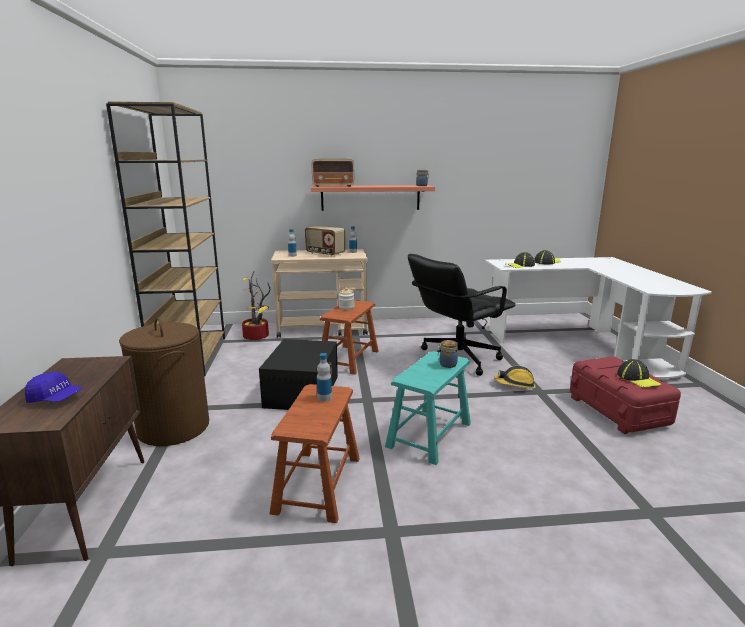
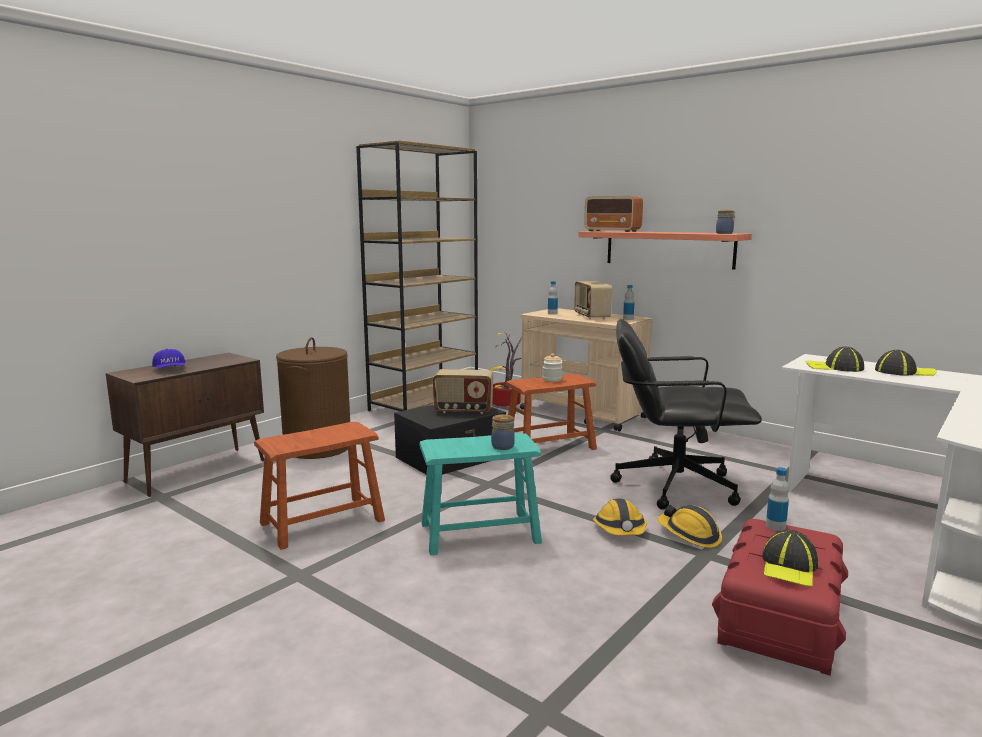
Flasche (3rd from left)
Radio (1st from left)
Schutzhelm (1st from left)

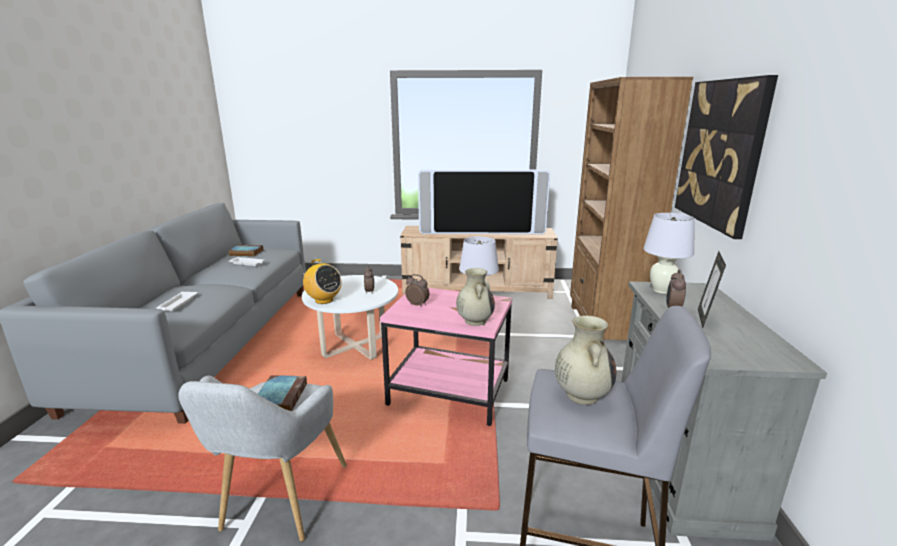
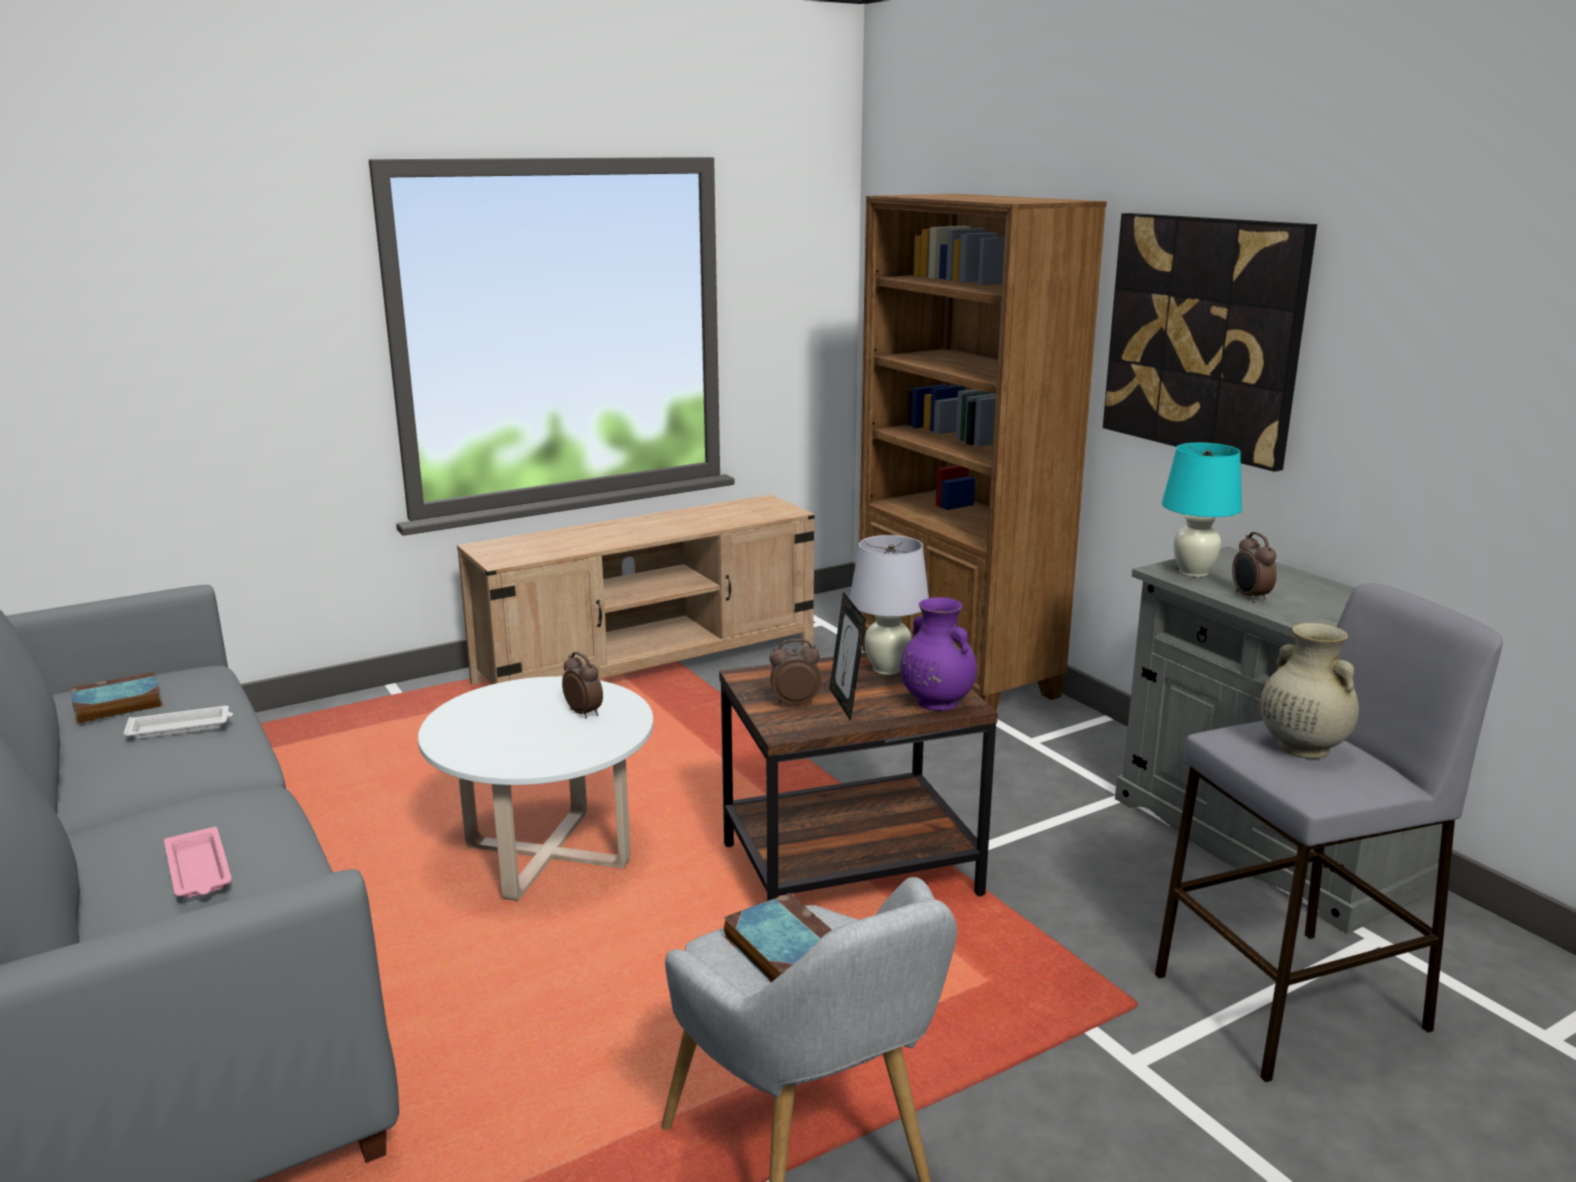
Fernseher
Tischlampe [türkis]
Bilderrahmen
Radio
Vase [lila]
Beistelltisch [braun]
Tablett [rosa]

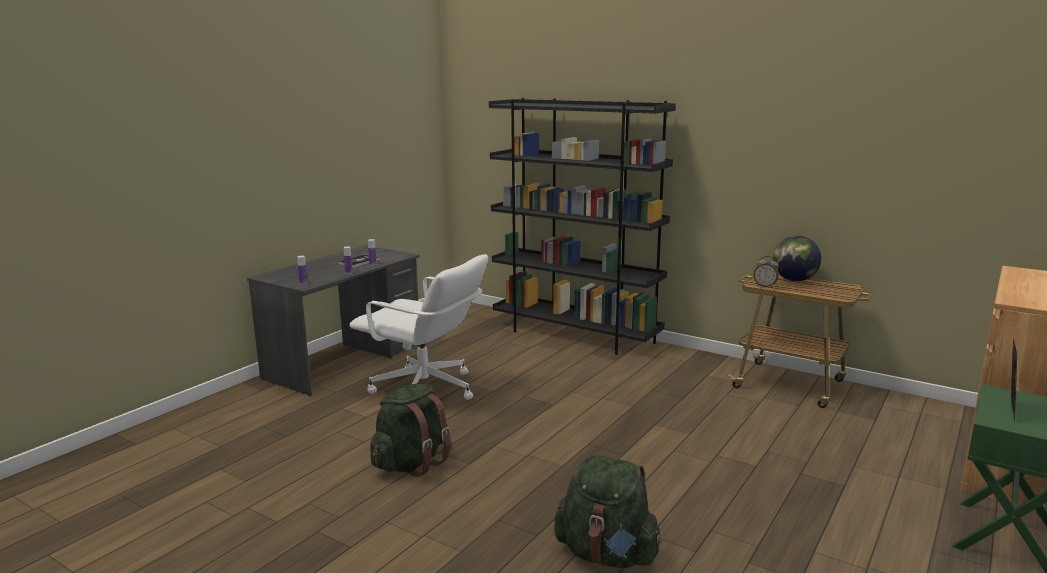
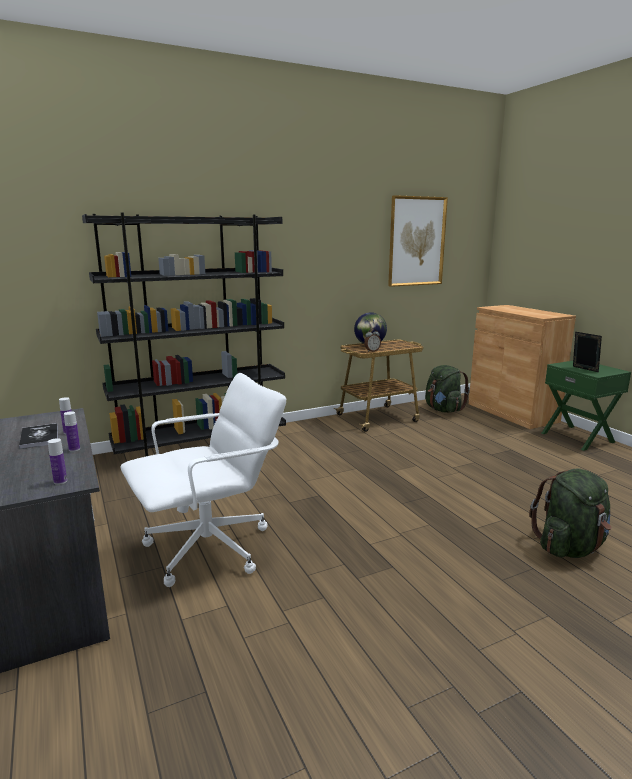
Rucksack [grün] (1st from left)
Bild

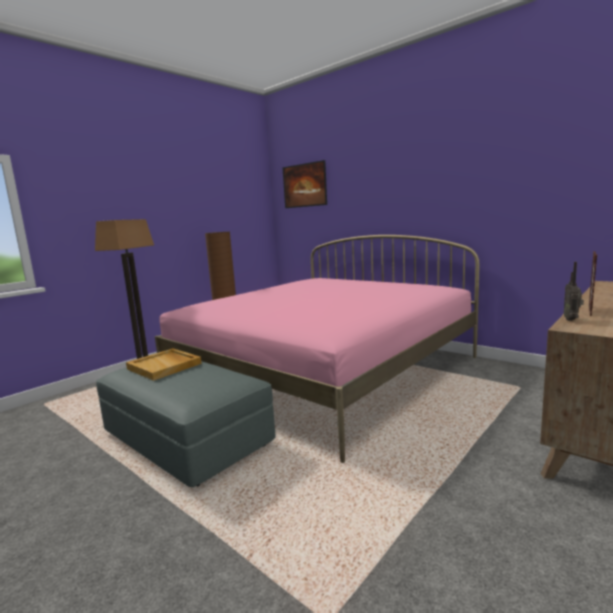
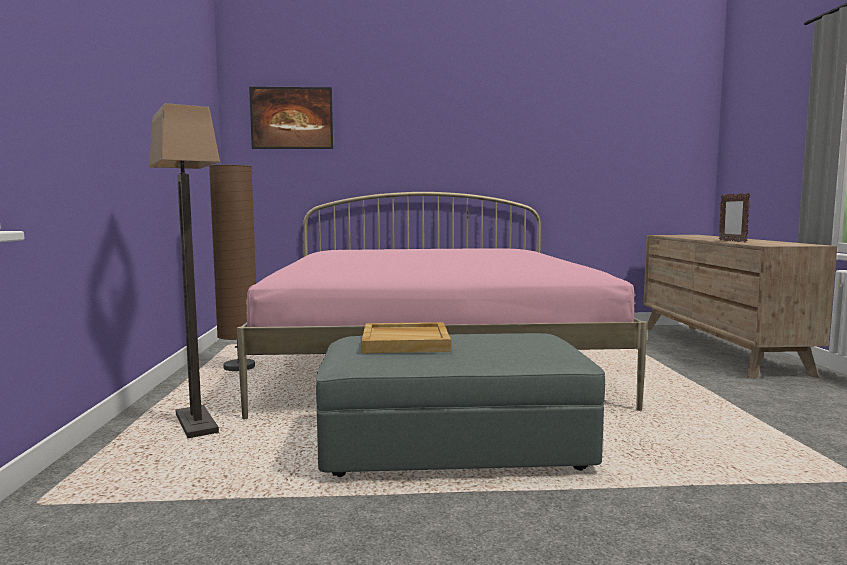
Radio

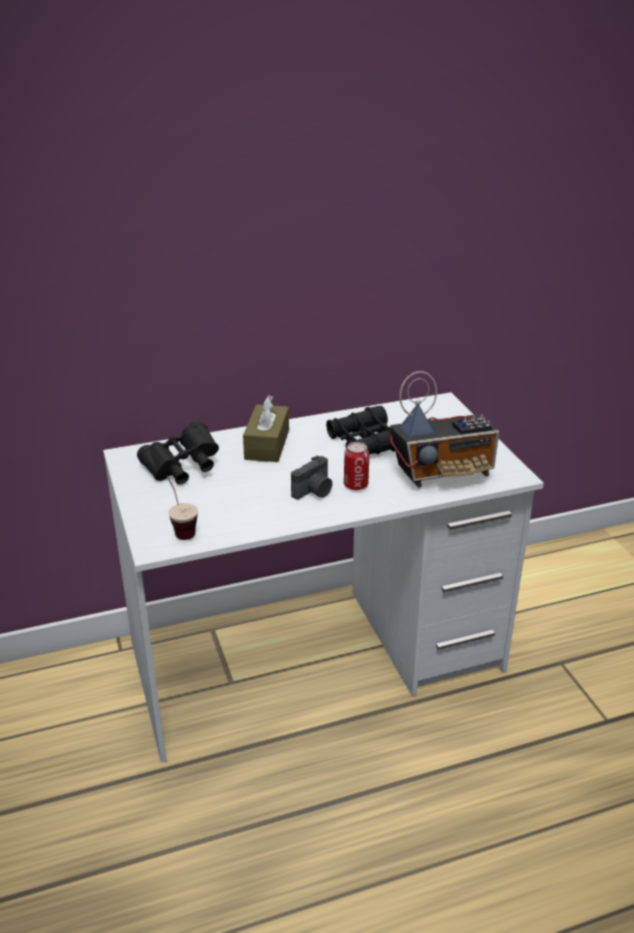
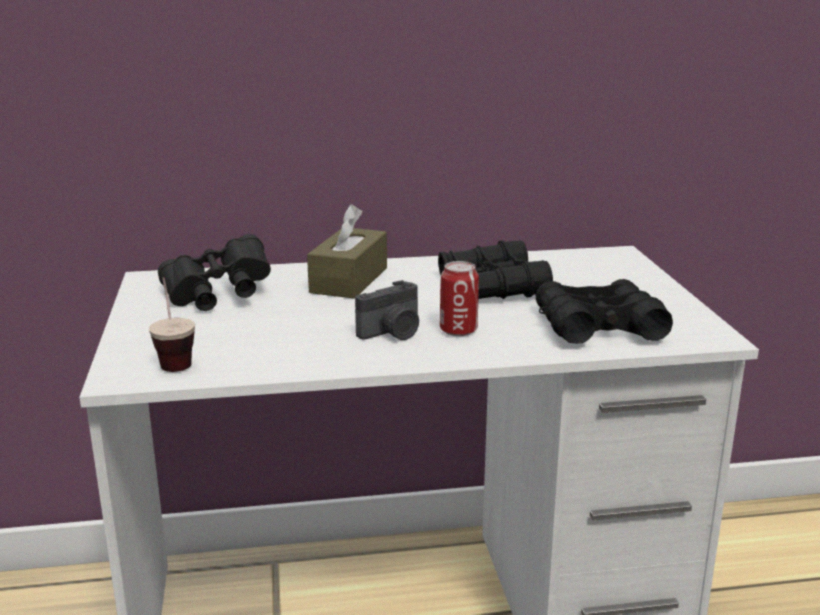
Fernglas [schwarz] (3rd from left)

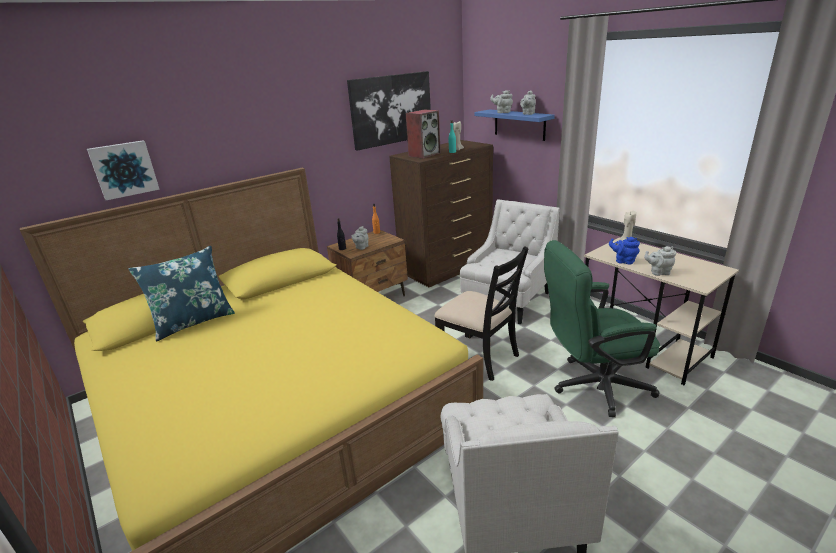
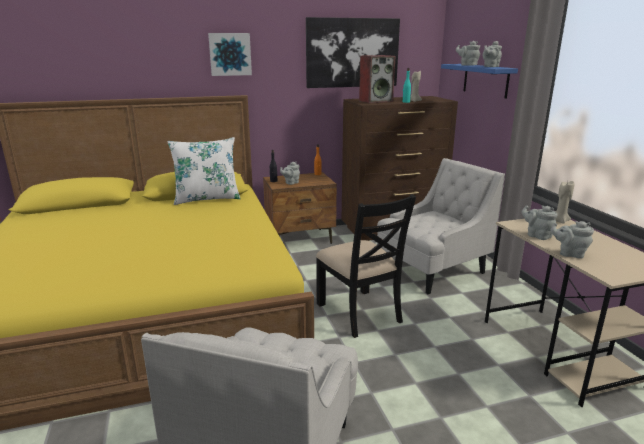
Bild (1st from left)
Teekanne [grau] (4th from left)
Bürostuhl [grün]
Kissen [blau]
Kissen [weiß]

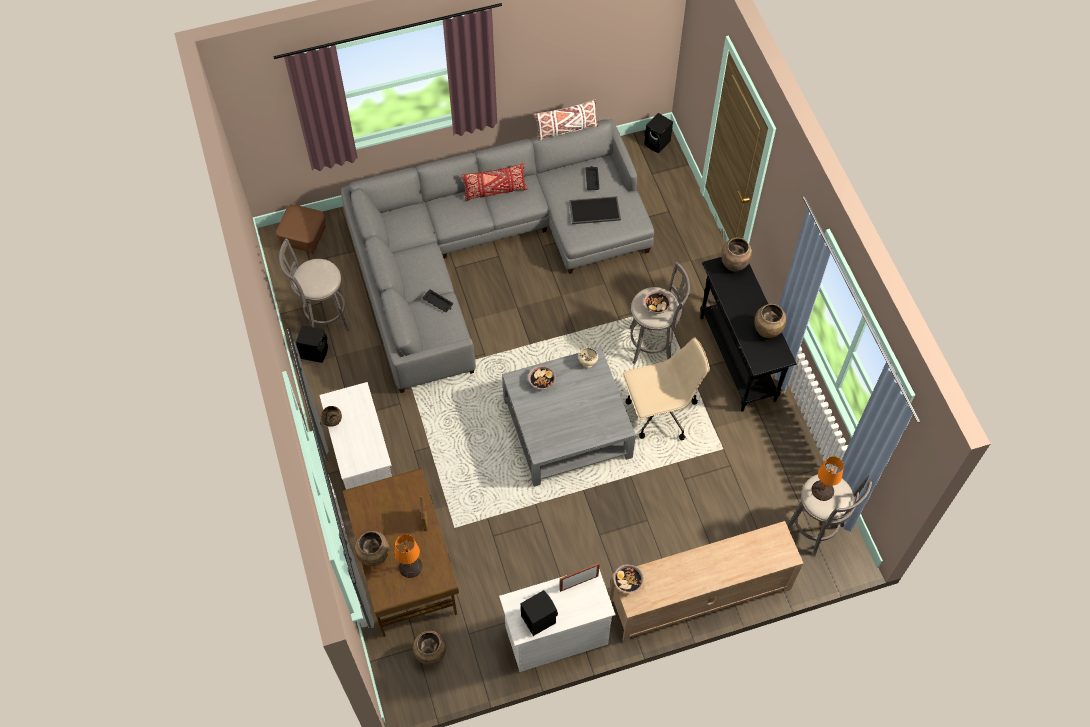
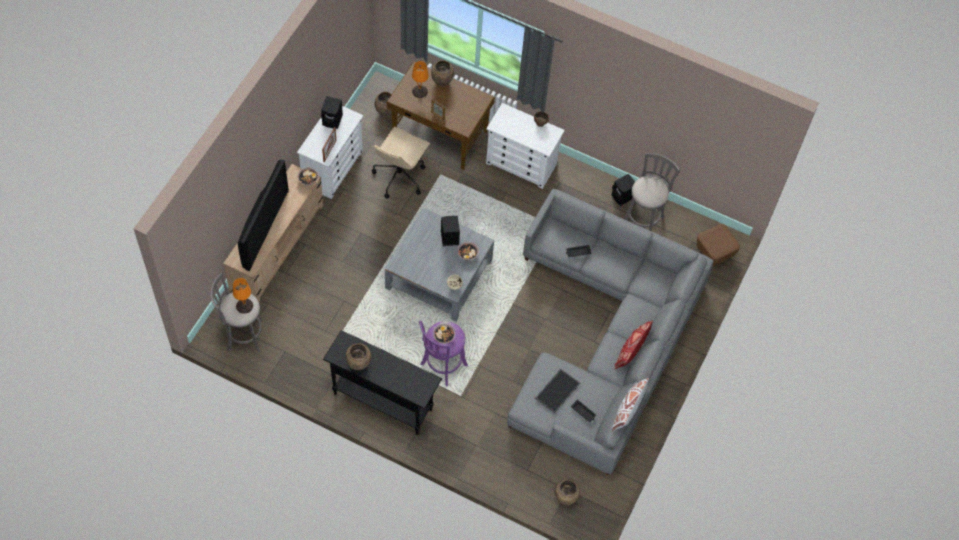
Lautsprecher [schwarz] (2nd from left)
Vase [braun] (4th from left)
Hocker [lila]
Bürostuhl [beige]
Fernseher

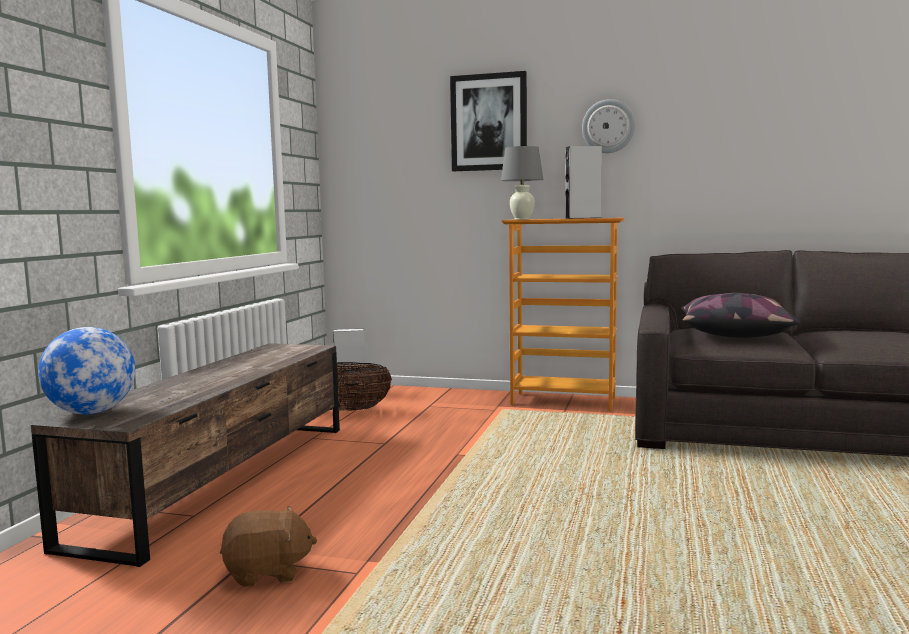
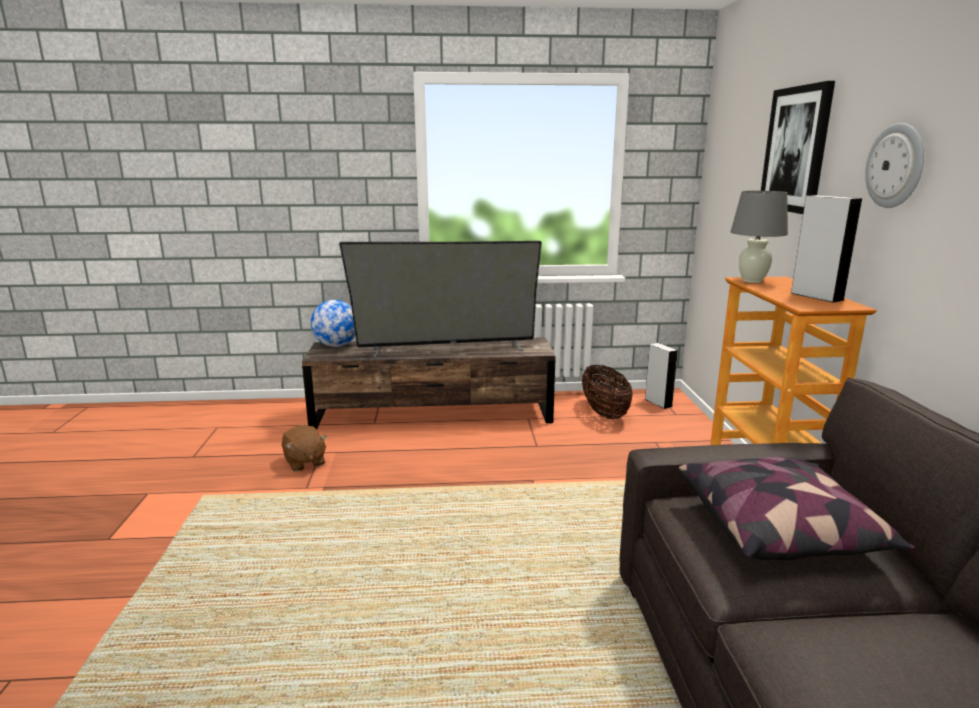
Fernseher

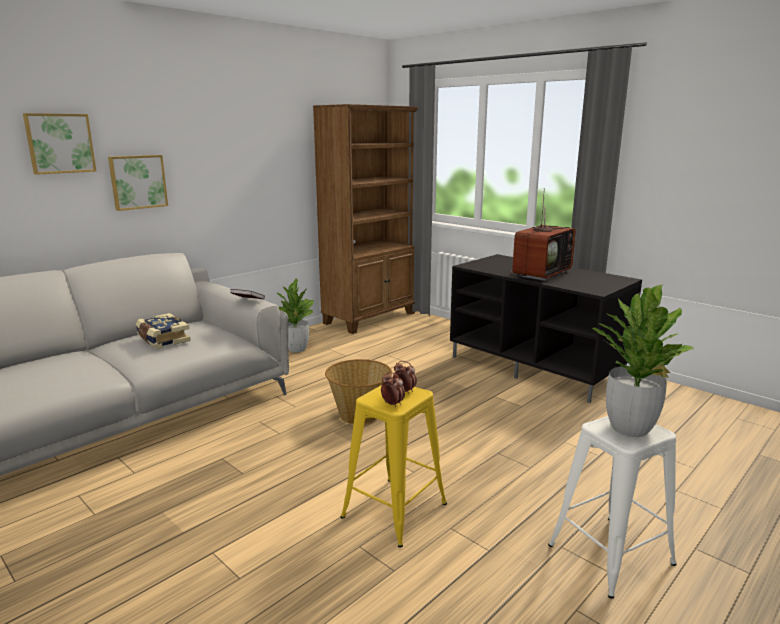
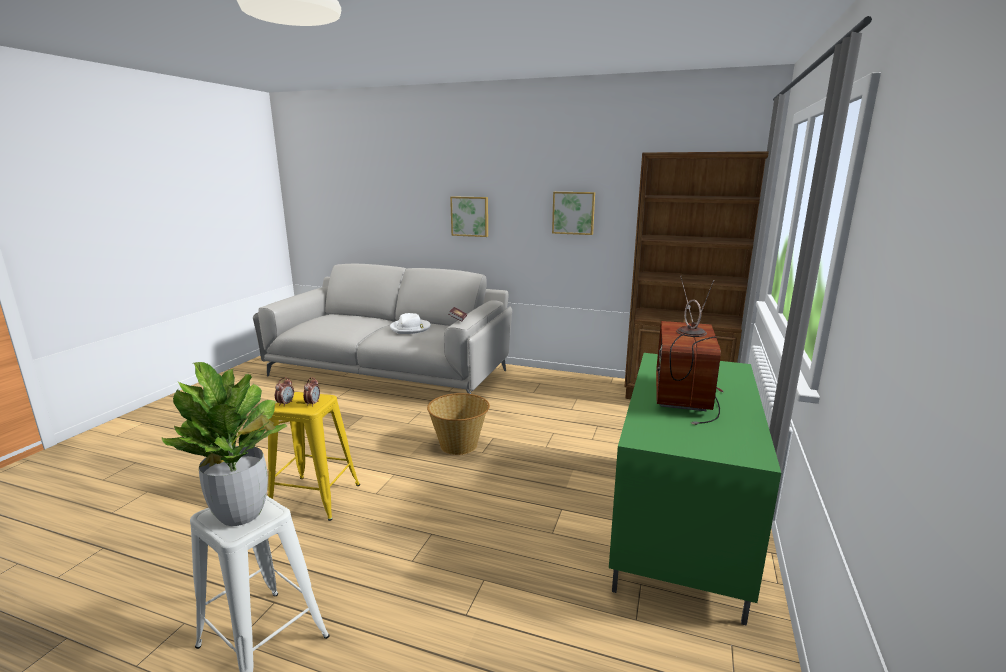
Bild (2nd from left)
Fernseher
Fernsehschrank [grün]
Topfpflanze (1st from left in the first image)
Hut [weiß]

